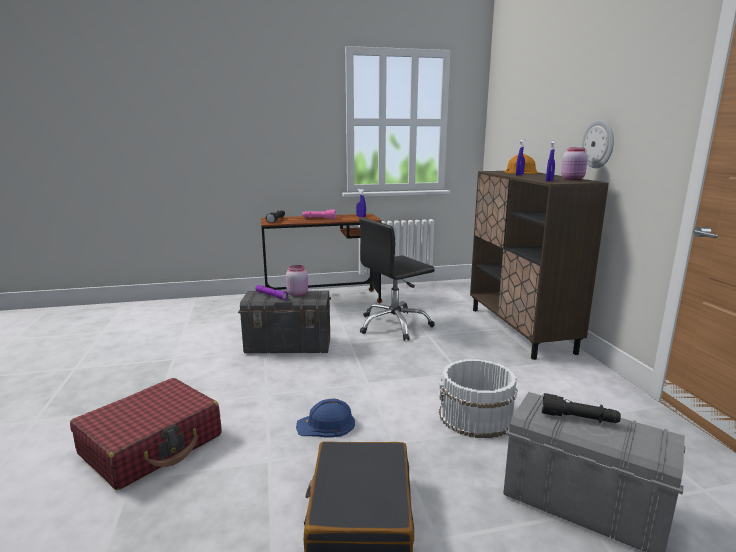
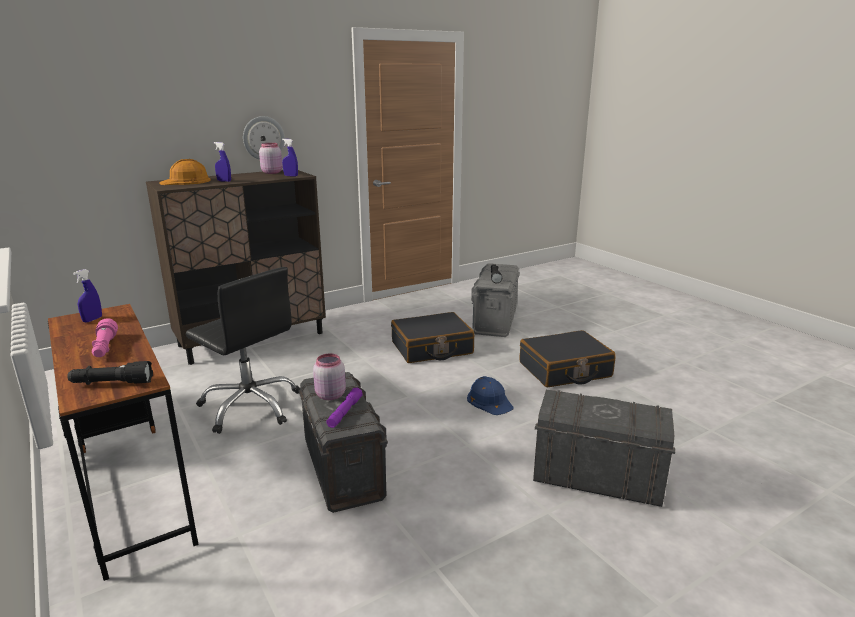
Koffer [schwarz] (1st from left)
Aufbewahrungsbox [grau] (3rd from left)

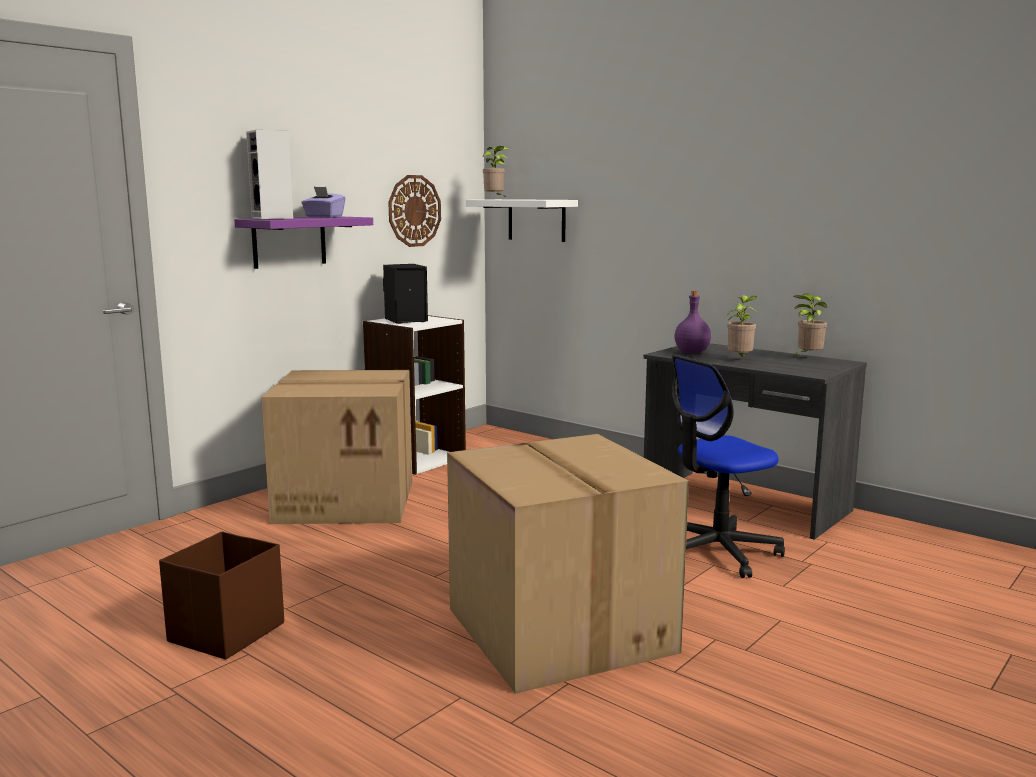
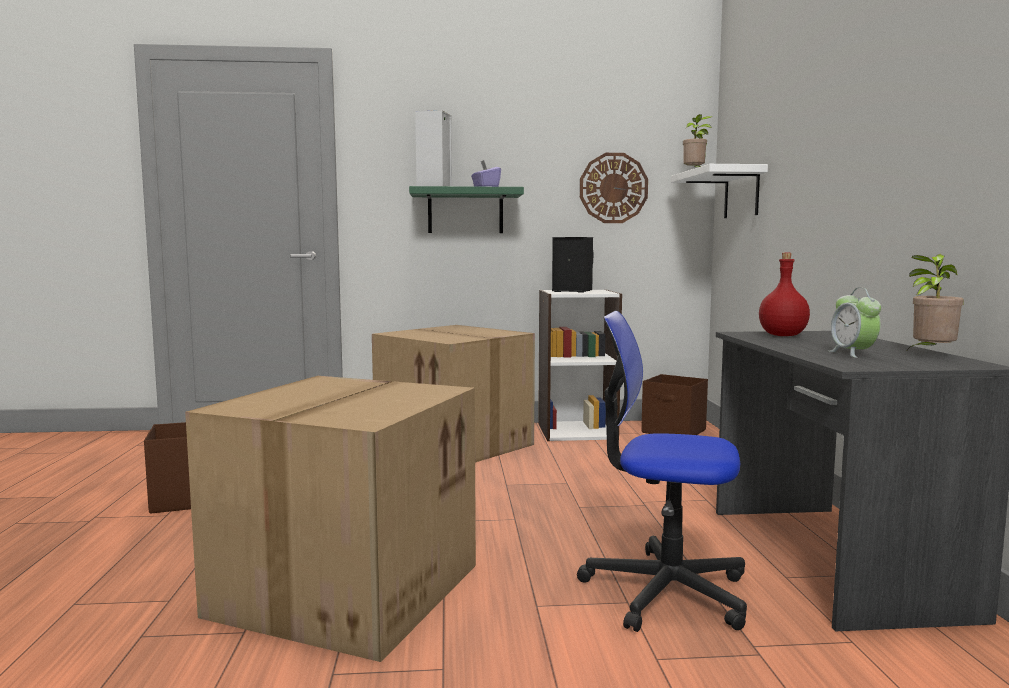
Wandregal [grün]
Flasche [rot]
Topfpflanze (2nd from left in the first image)
Wecker
Aufbewahrungsbox [braun] (2nd from left)

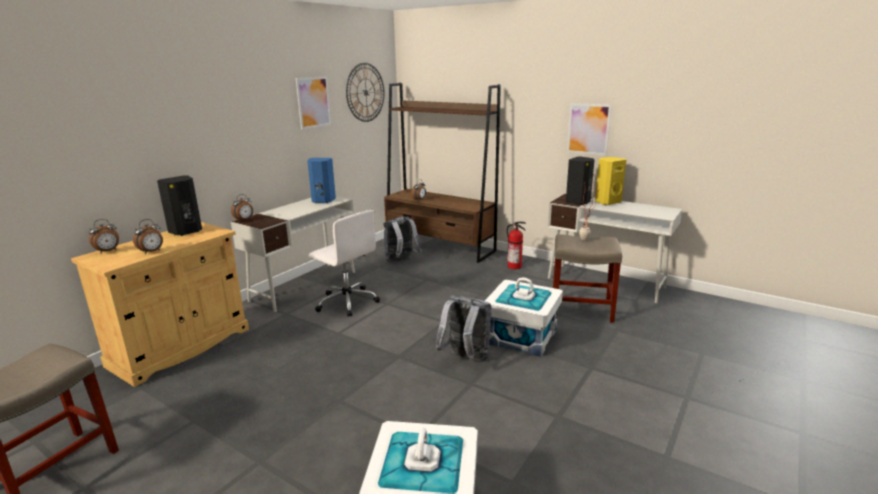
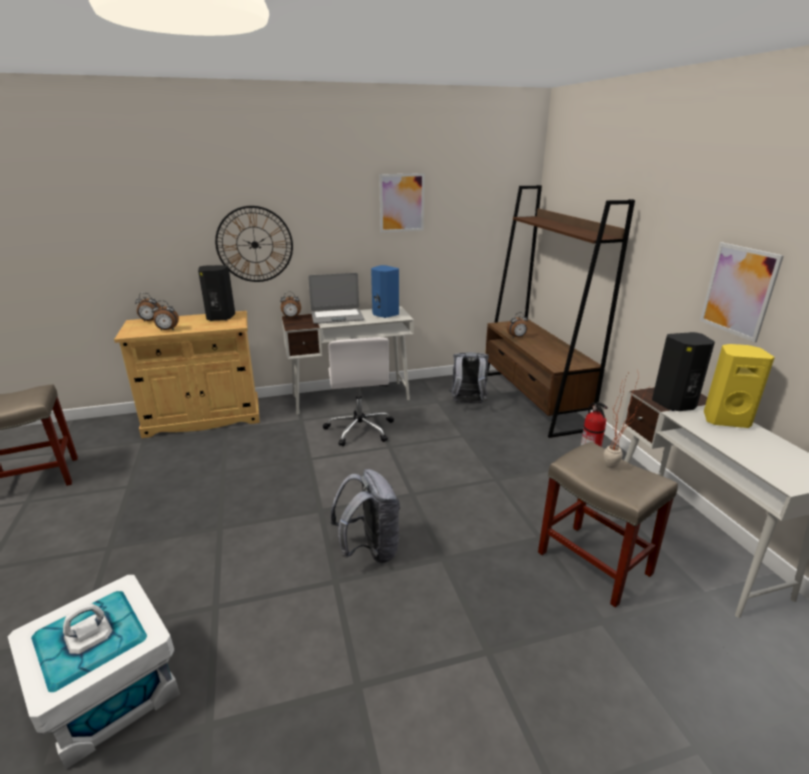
Wanduhr
Aufbewahrungsbox [weiß] (2nd from left in the first image)
Laptop

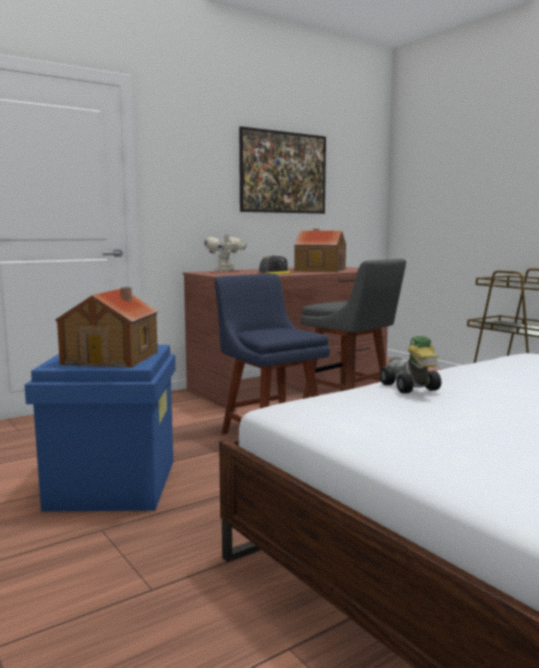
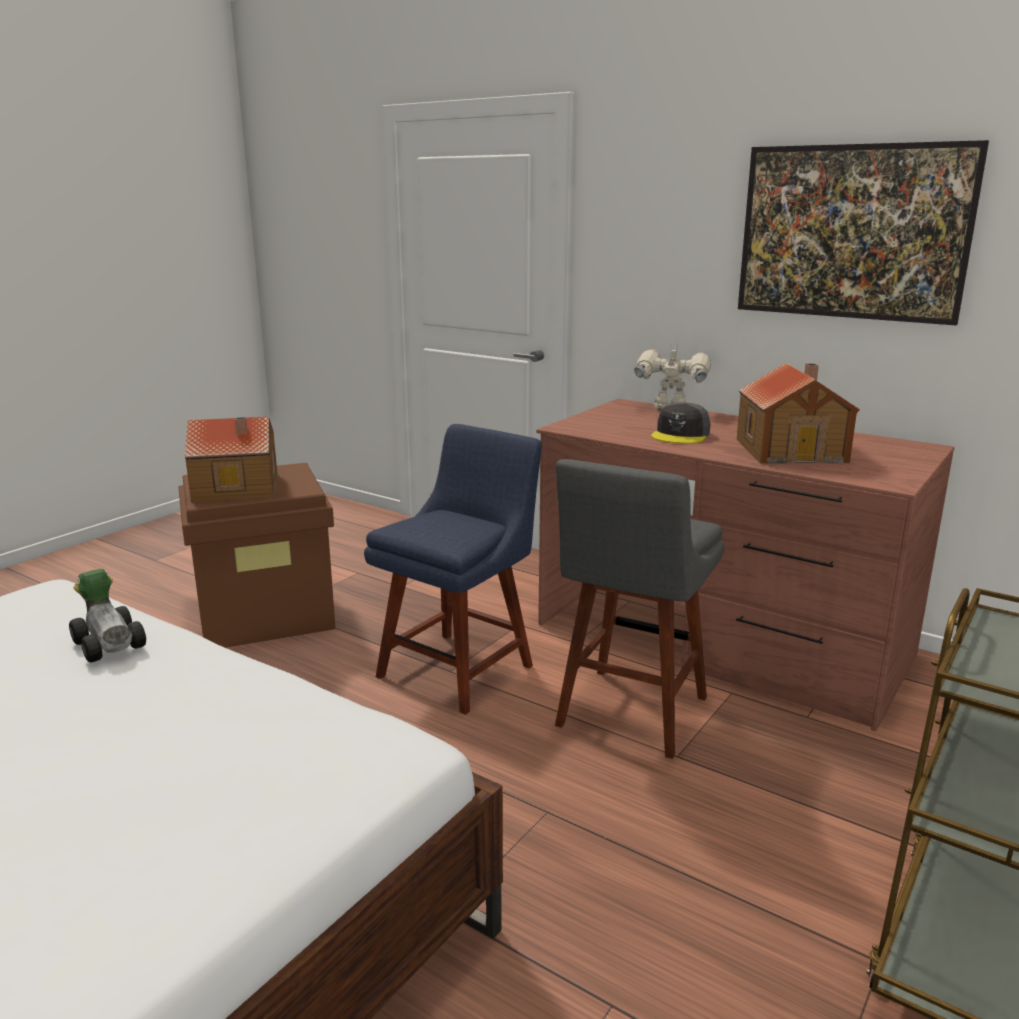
Spielzeugauto
Aufbewahrungsbox [braun]

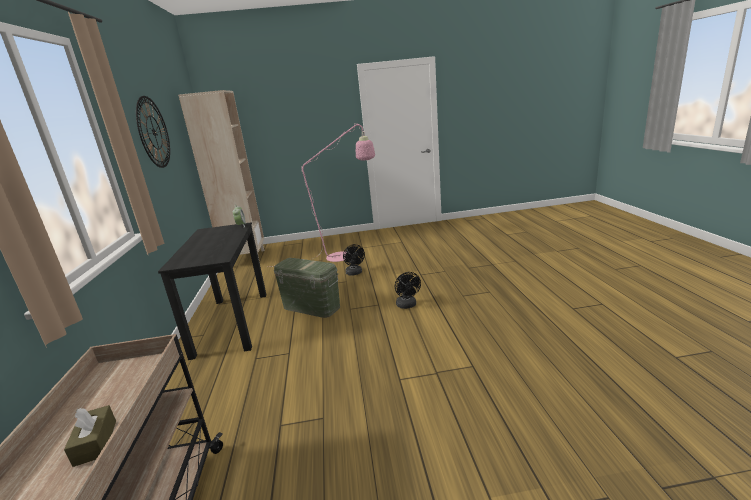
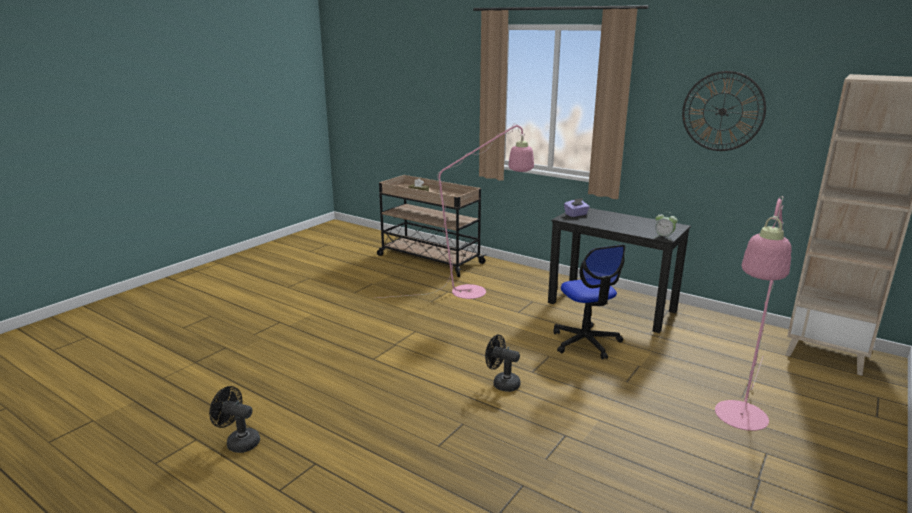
Ventilator [schwarz] (1st from left)
Bürostuhl
Stehlampe [rosa] (1st from left)
Taschentuchbox [lila]

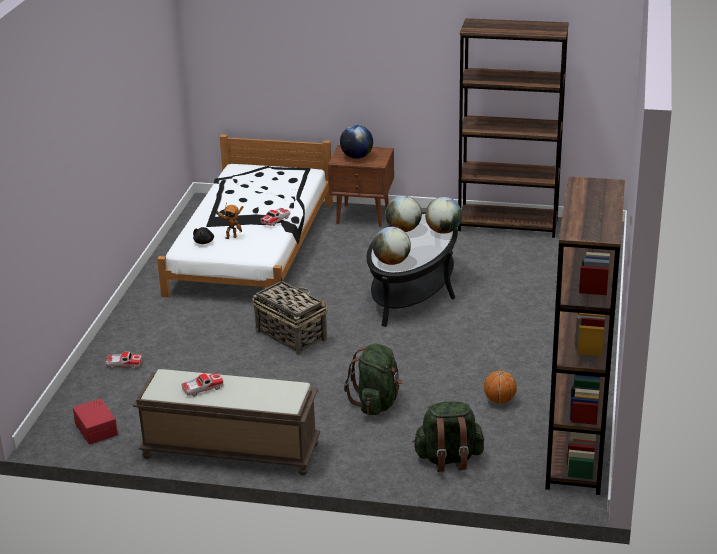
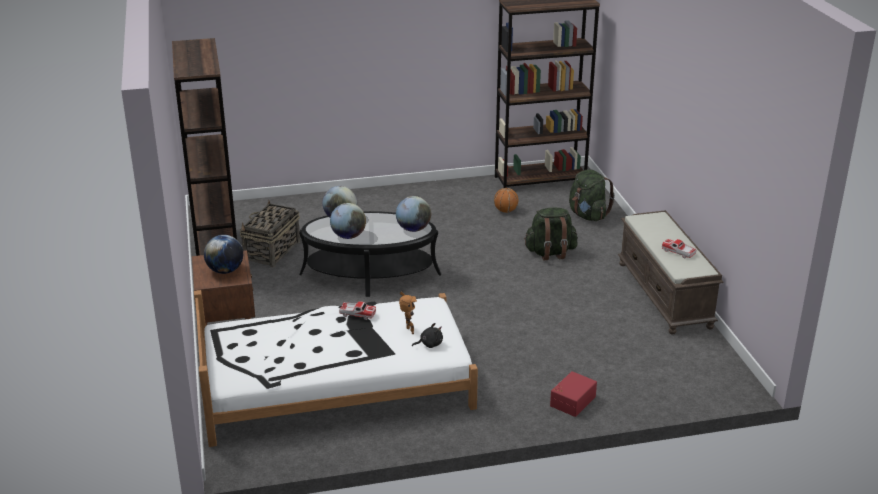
Korb
Spielzeugauto (1st from left in the first image)
Aufbewahrungsbox [rot]

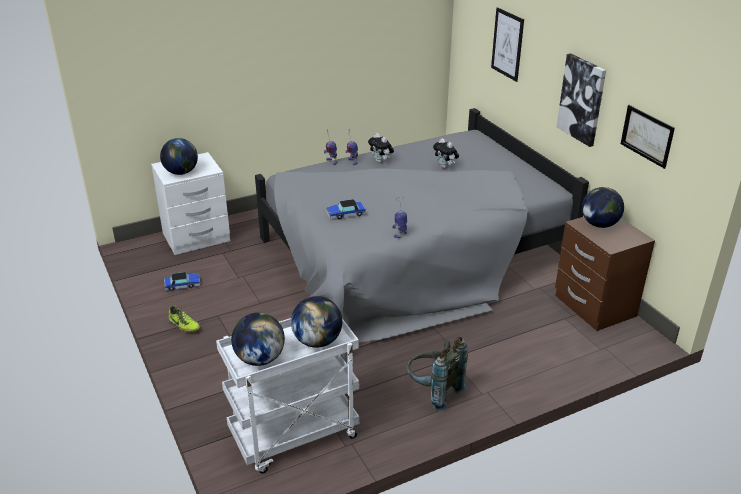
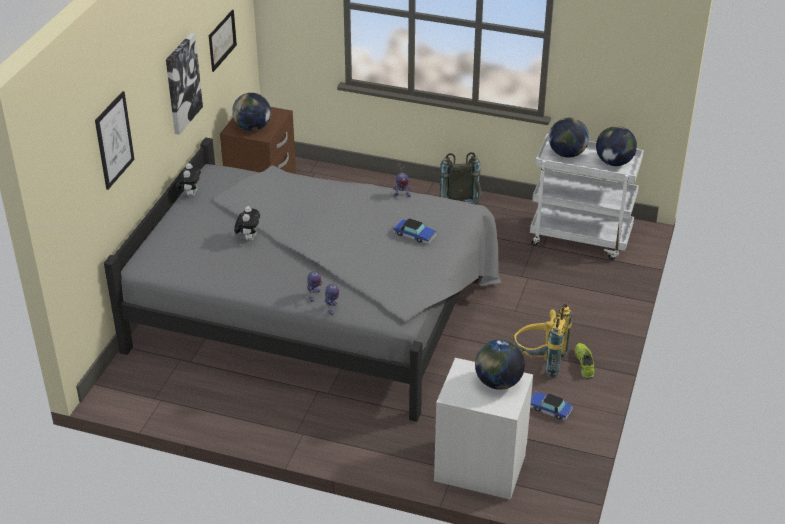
Plüschtier (1st from left)
Rucksack [gelb]

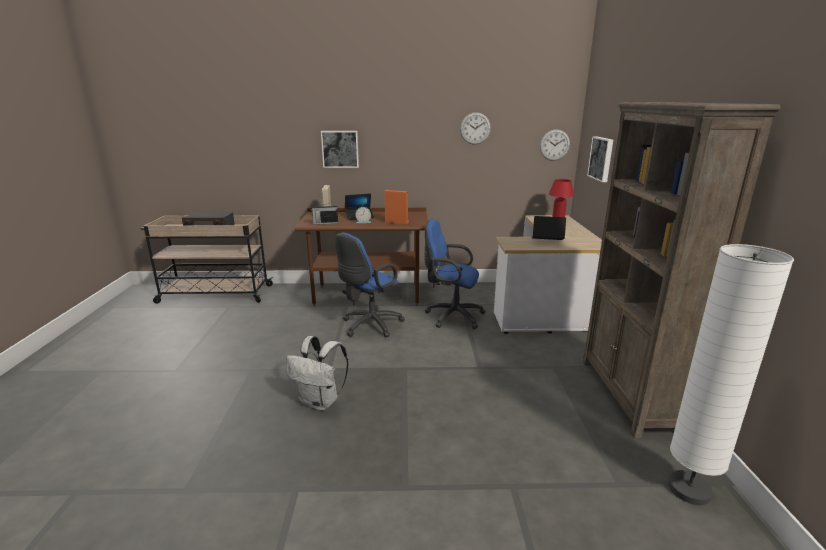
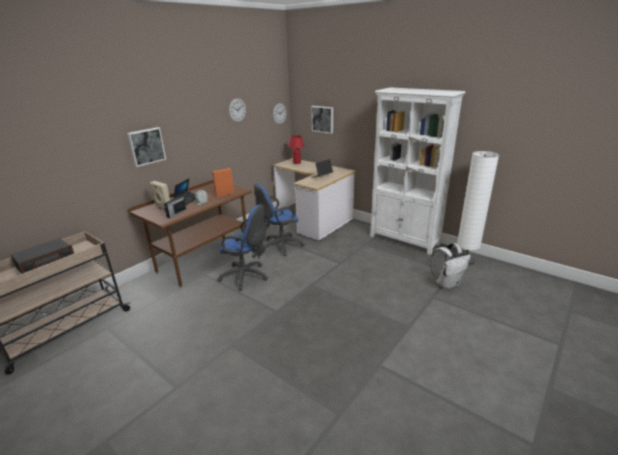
Bücherregal [weiß]
Bürostuhl [blau] (1st from left)
Rucksack [weiß]

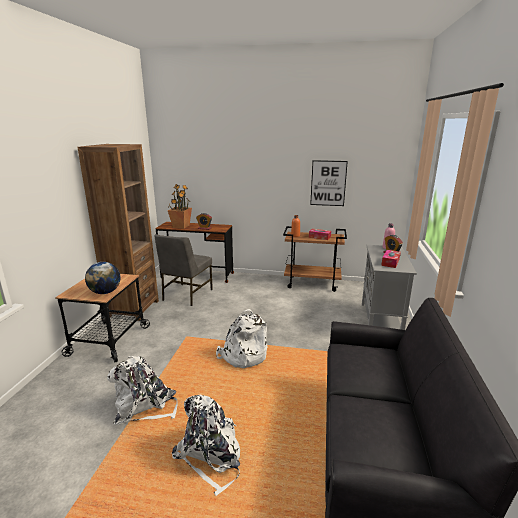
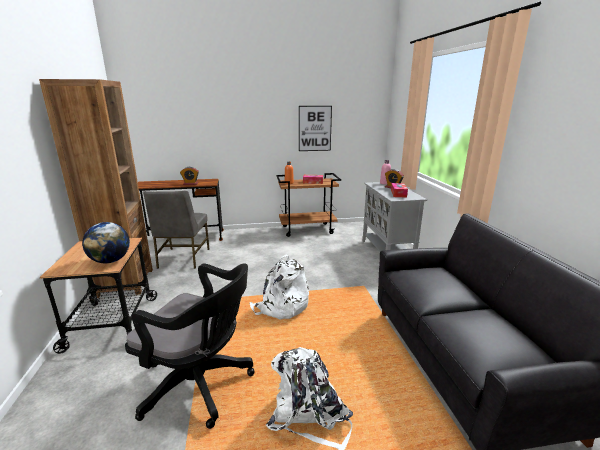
Topfpflanze
Bürostuhl [schwarz]

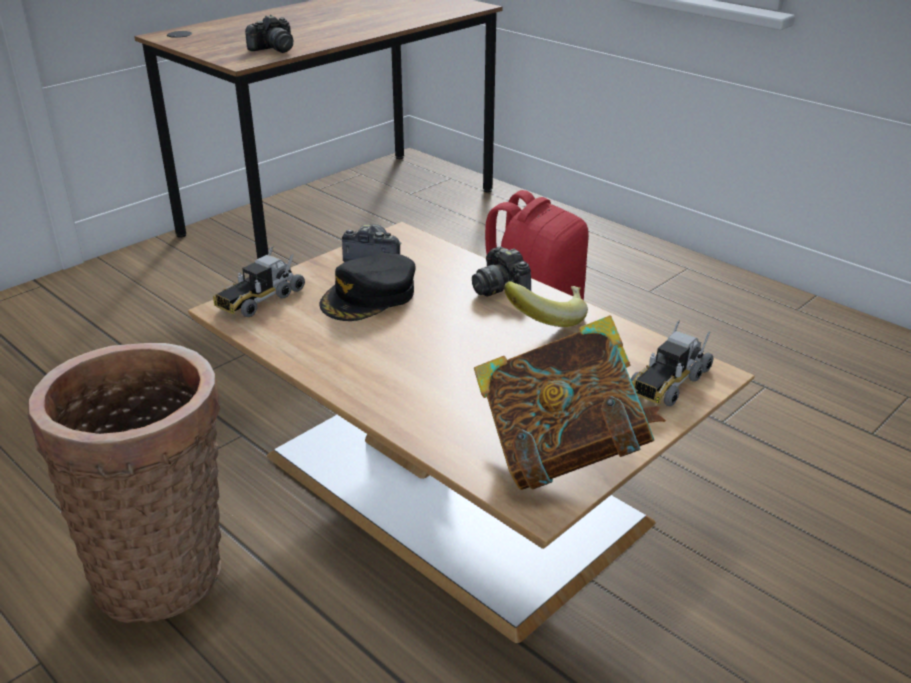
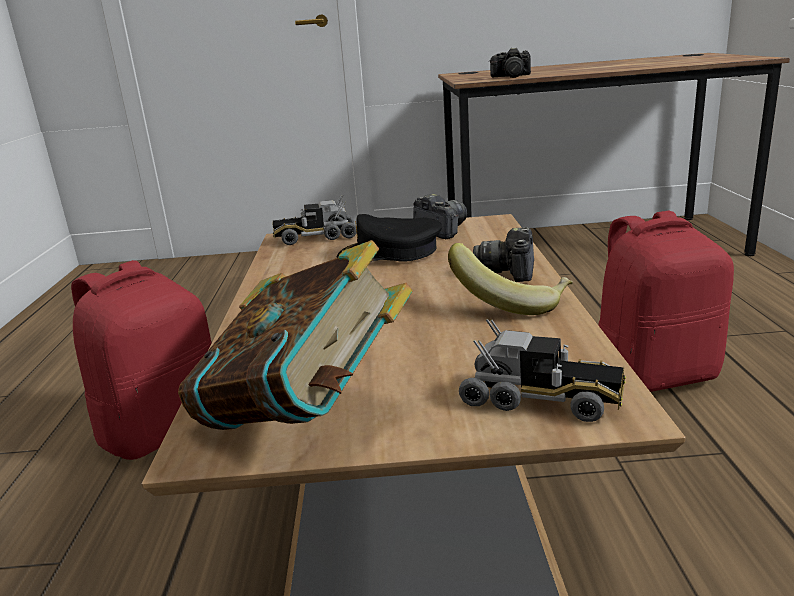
Spielzeuglaster (2nd from left)
Rucksack [rot] (1st from left)

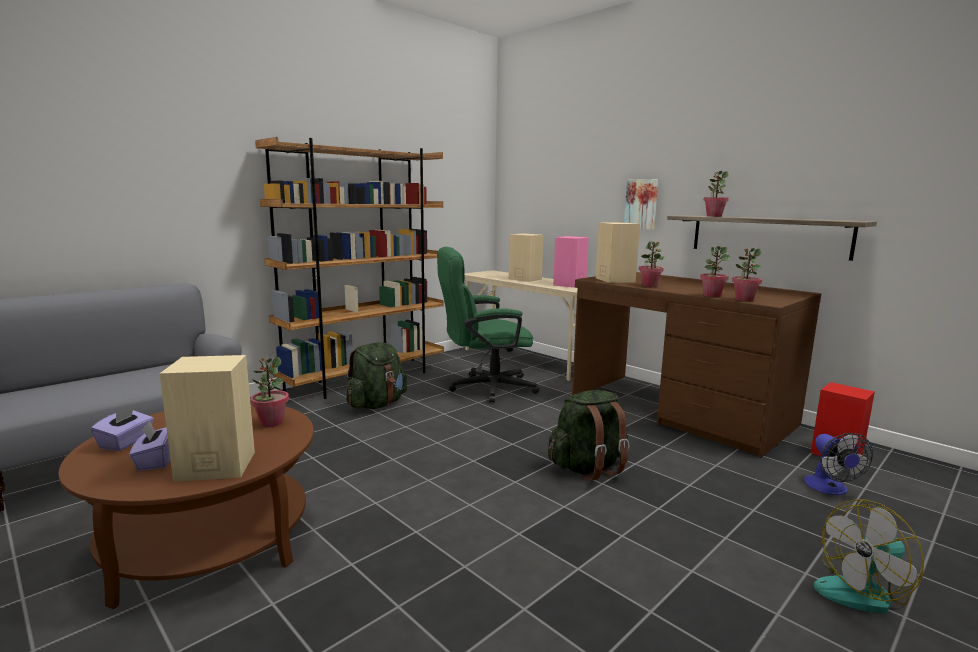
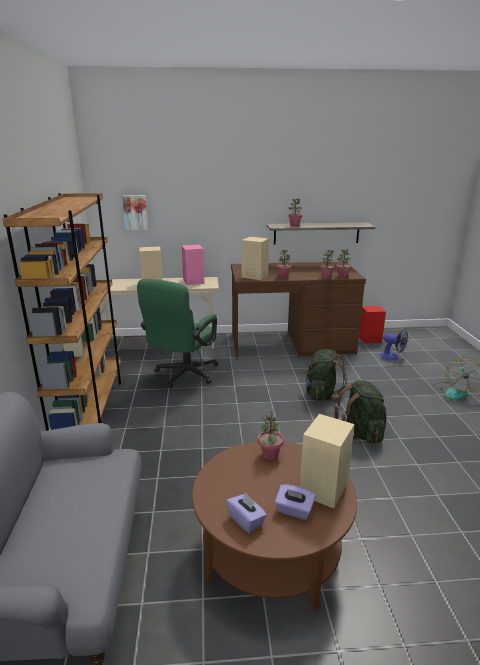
Bild
Rucksack [grün] (2nd from left)

